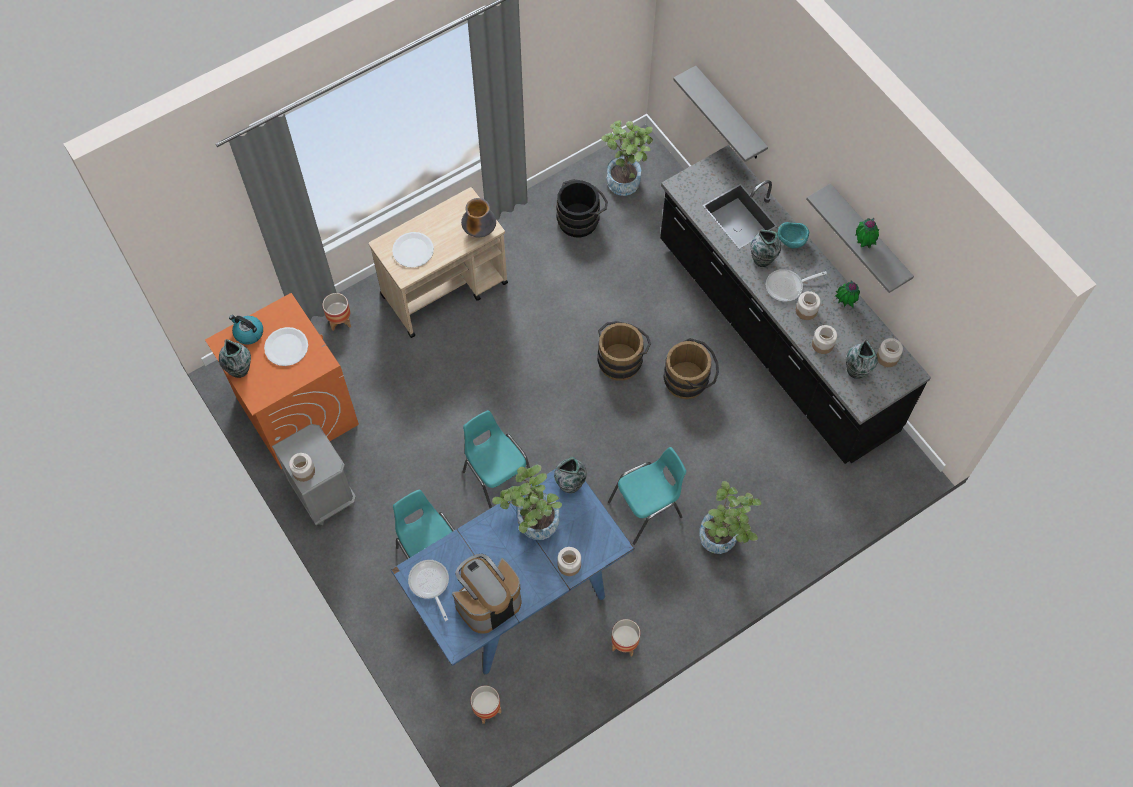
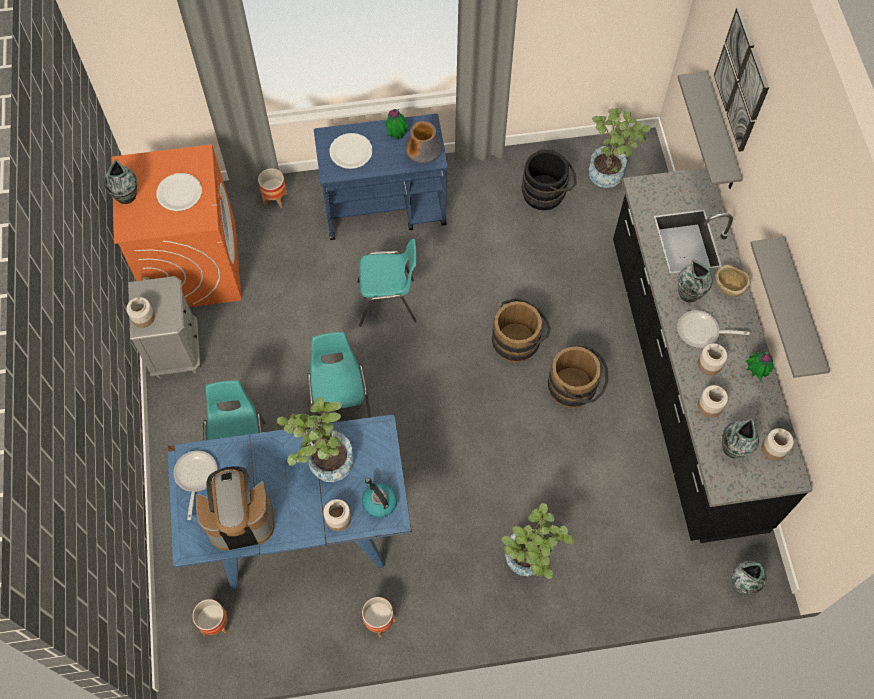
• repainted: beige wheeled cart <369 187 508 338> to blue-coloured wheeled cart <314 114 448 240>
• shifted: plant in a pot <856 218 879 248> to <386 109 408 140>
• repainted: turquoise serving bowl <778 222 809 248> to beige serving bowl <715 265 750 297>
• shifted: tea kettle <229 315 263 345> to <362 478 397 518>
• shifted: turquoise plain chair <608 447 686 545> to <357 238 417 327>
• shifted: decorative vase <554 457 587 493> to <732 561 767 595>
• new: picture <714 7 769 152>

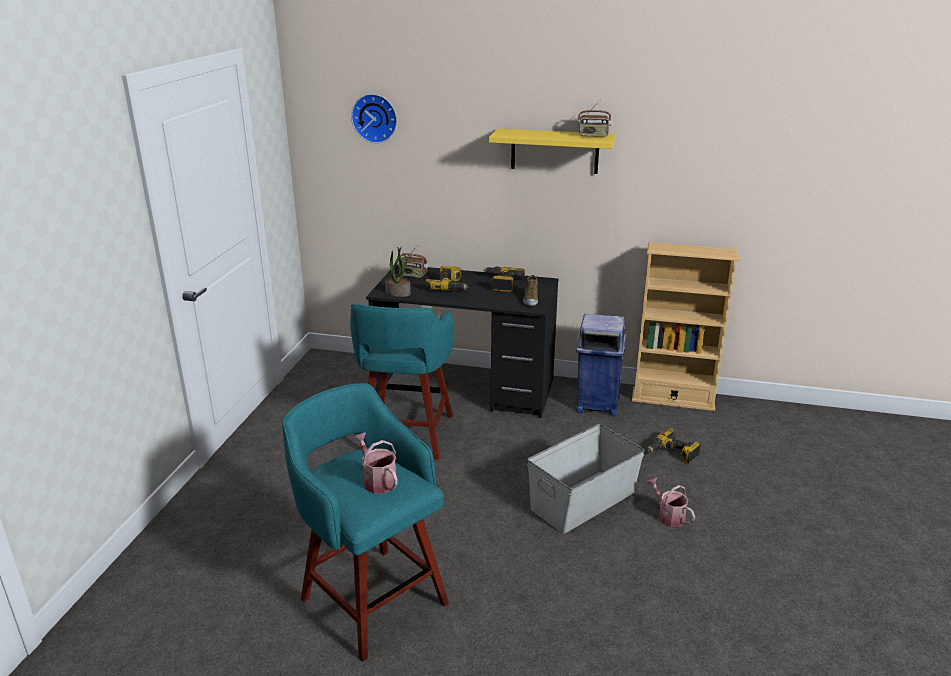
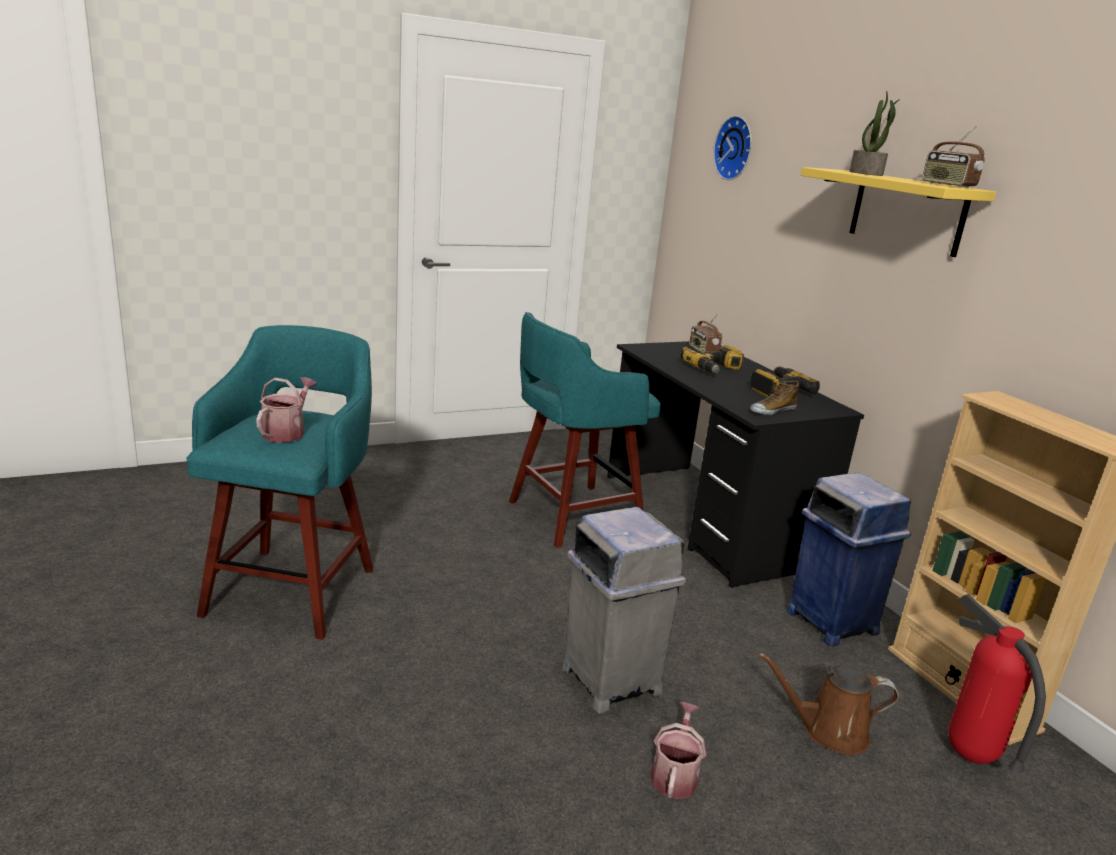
• shifted: plant in a pot <385 246 411 297> to <849 90 900 176>
• swapped: grey storage box <527 424 645 534> to grey waste bin <562 507 686 713>
• swapped: drill <647 428 701 464> to brownish sprinkling can <759 653 899 755>
• new: extinguisher <948 594 1046 773>

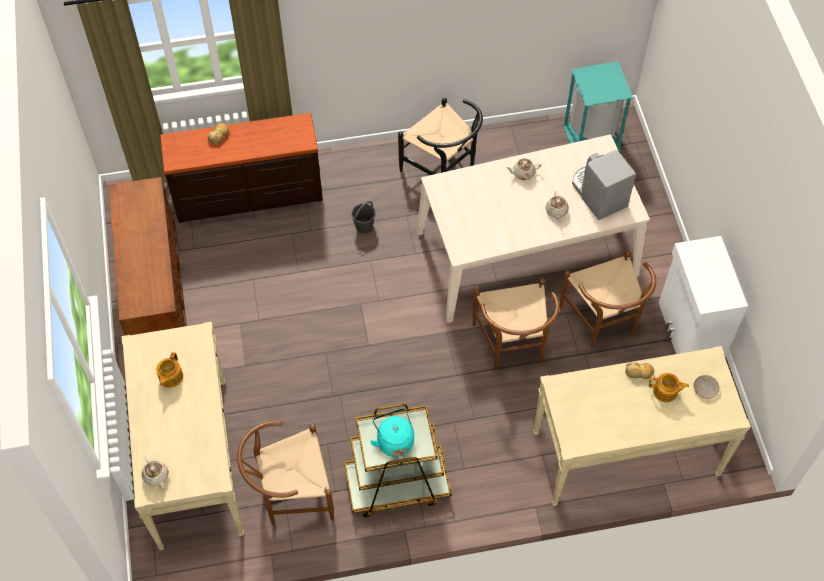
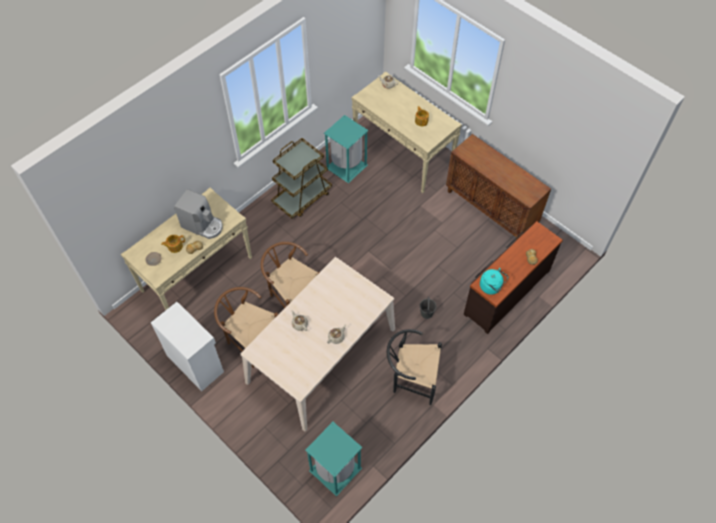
• shifted: coffee maker <572 151 636 220> to <174 189 223 239>
• shifted: turquoise tea kettle <370 408 414 457> to <480 268 508 295>
• swapped: brownish plain chair <237 421 334 525> to turquoise waste bin <324 115 369 183>

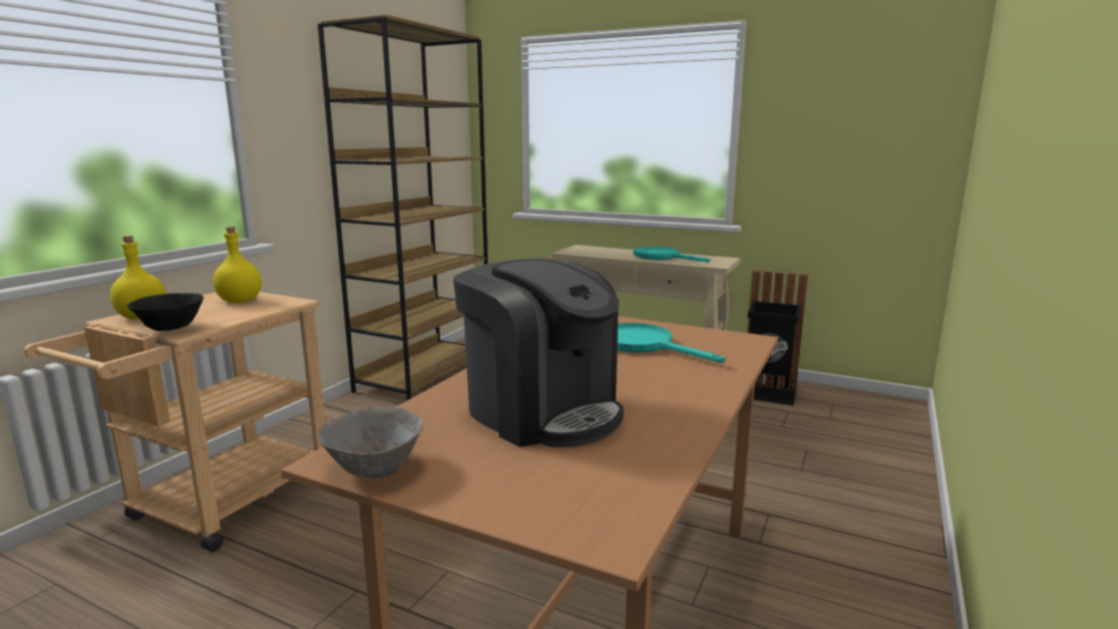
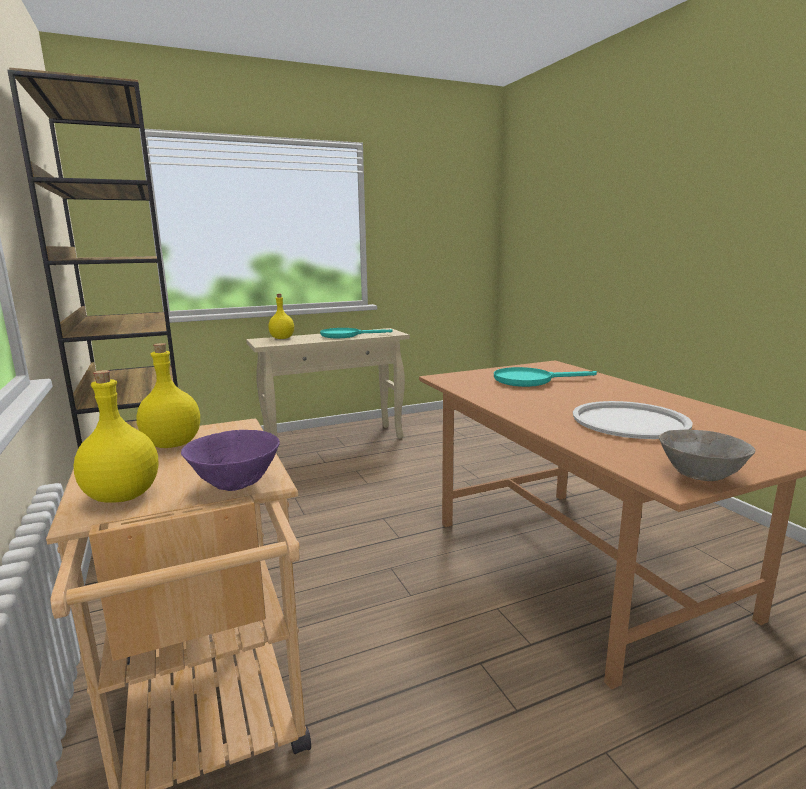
• swapped: coffee maker <453 258 624 447> to whitish serving tray <573 401 693 439>
• gone: blackish waste bin <747 270 808 406>
• repainted: blackish serving bowl <127 293 204 331> to purplish serving bowl <181 430 280 491>
• new: yellow-coloured beverage bottle <268 294 294 339>

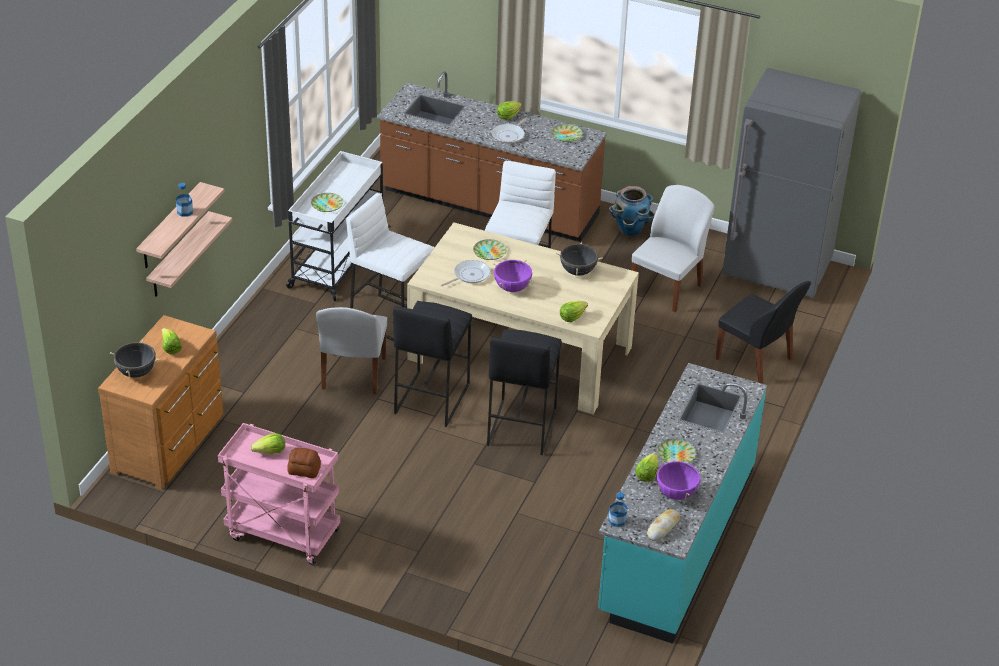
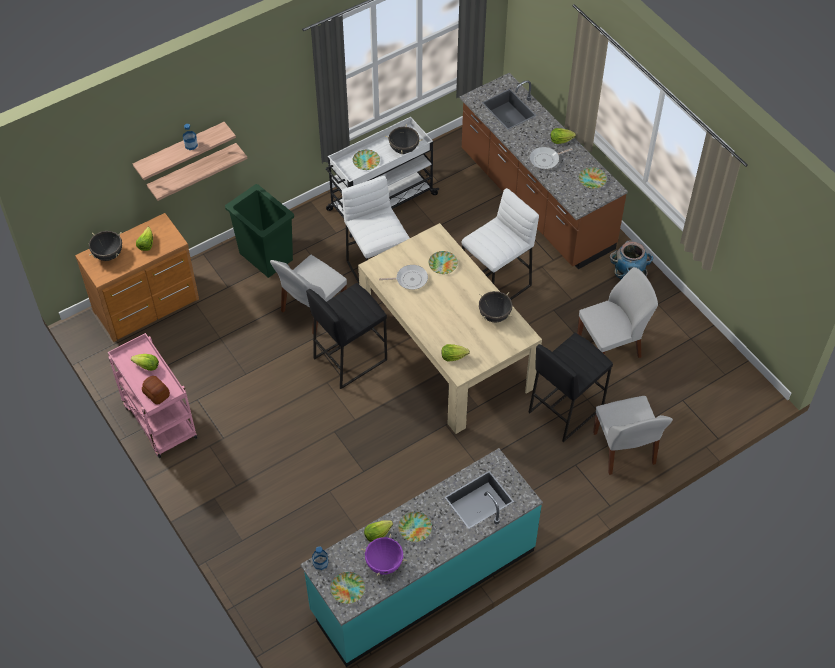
• gone: grey kitchen fridge <722 68 861 298>
• gone: purplish saucepot <493 260 533 292>
• repainted: blackish plain chair <716 281 811 383> to whitish plain chair <593 396 673 475>
• shifted: blackish stool <487 329 562 455> to <528 332 613 442>
• swapped: bakery bread <647 509 680 541> to plate <330 572 365 604>
• new: blackish saucepot <385 124 423 154>
• new: green waste bin <225 184 294 278>

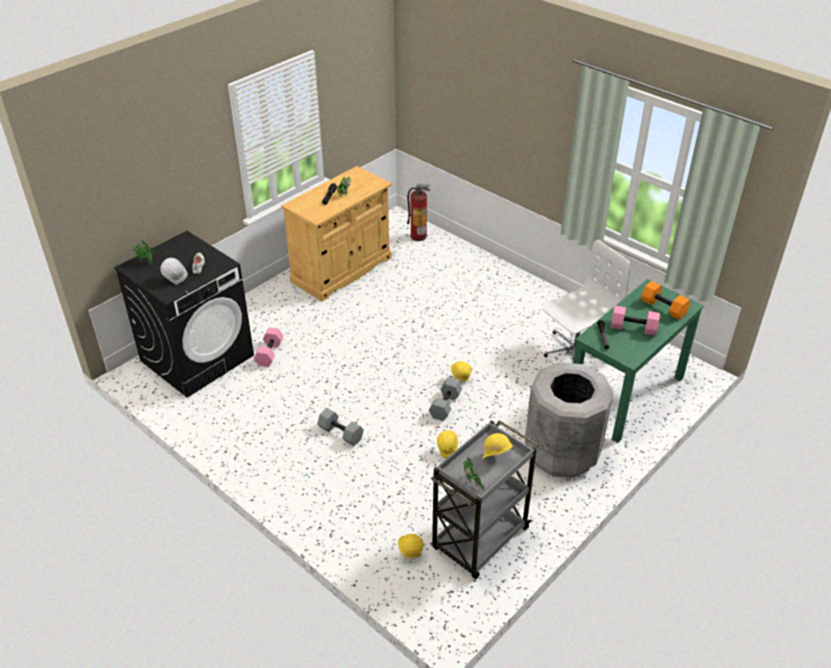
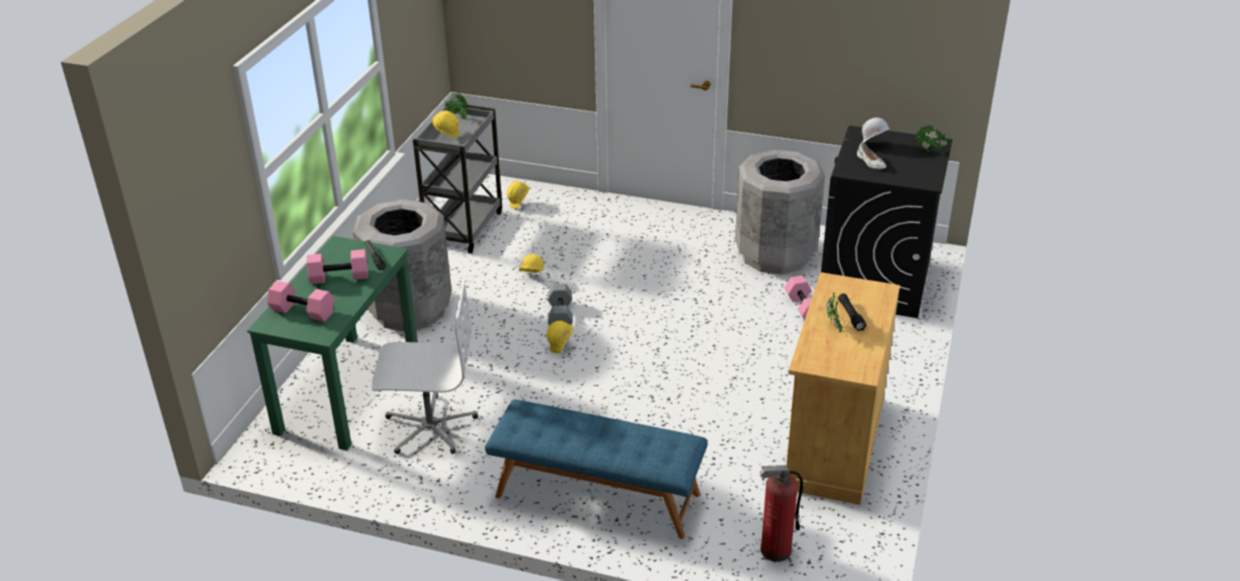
• rotated: whitish office chair <542 240 630 357> = <371 279 478 454> 120 degrees counterclockwise
• repainted: orangey hand weight <641 281 690 320> to pink hand weight <267 281 334 322>
• gone: grey hand weight <317 408 364 446>
• new: grey waste bin <735 150 825 275>
• new: blue-coloured bench <485 400 708 539>

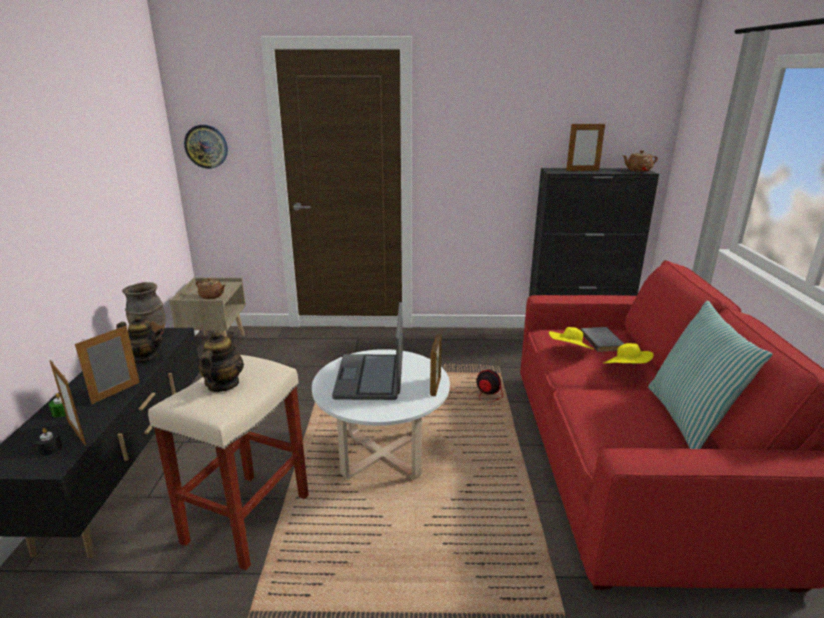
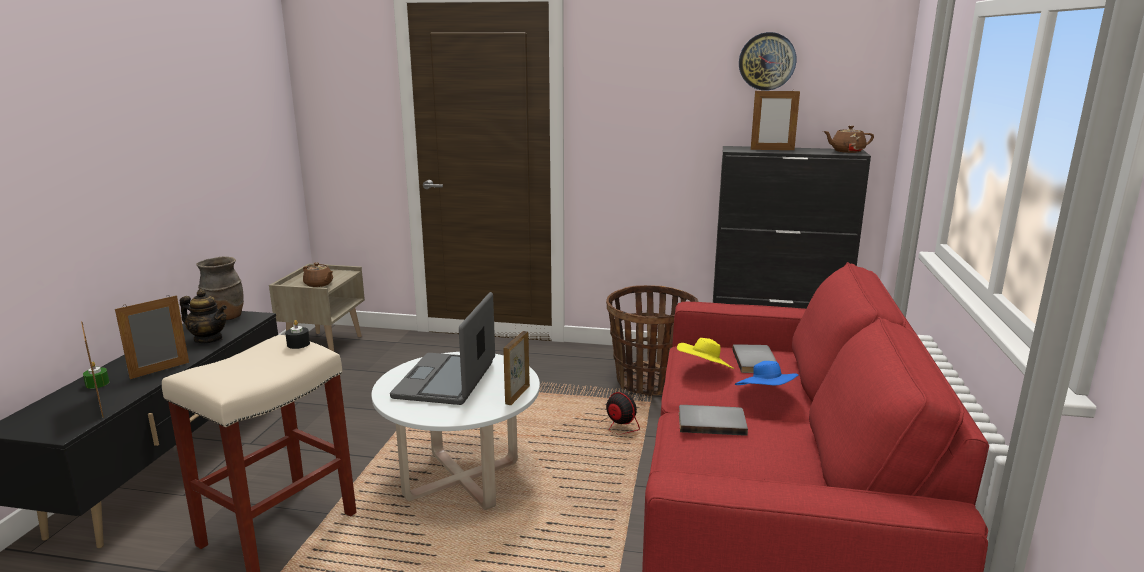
• shifted: hanging clock <184 125 228 169> to <739 32 796 91>
• gone: cushion <648 301 772 449>
• gone: teapot <198 330 244 392>
• repainted: yellow-coloured clothing hat <604 343 654 364> to blue-coloured clothing hat <735 361 798 385>
• shifted: blackish wax candle <35 428 62 455> to <285 320 310 349>
• new: storage basket <606 285 699 396>
• new: grey book <679 405 748 436>

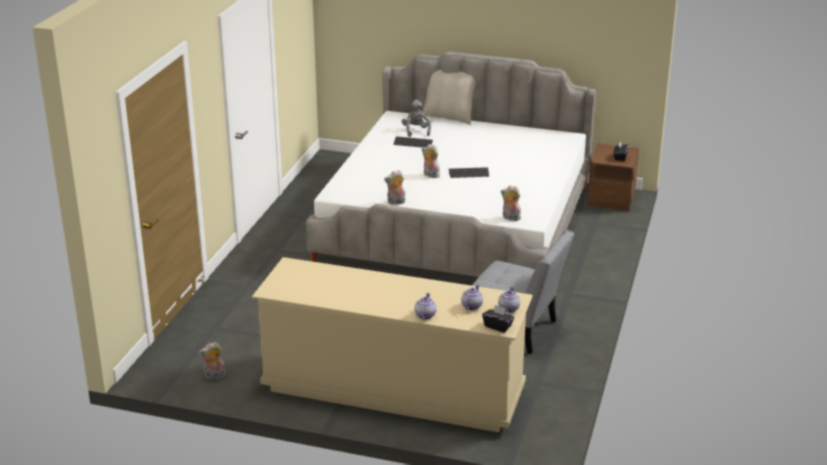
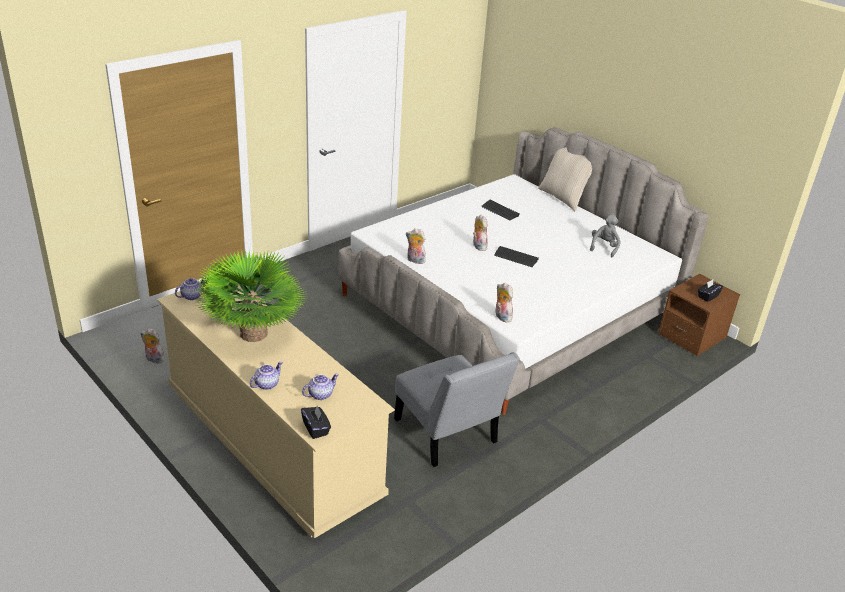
• shifted: grey plush toy <402 100 431 137> to <590 214 621 257>
• shifted: teapot <498 287 520 313> to <175 277 206 300>
• new: plant in a pot <196 250 306 342>

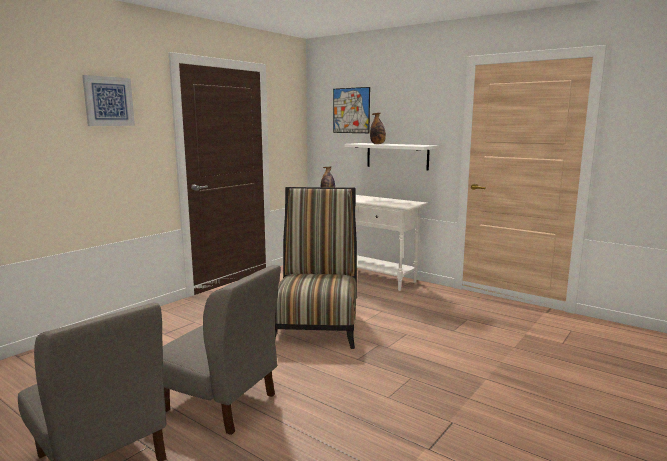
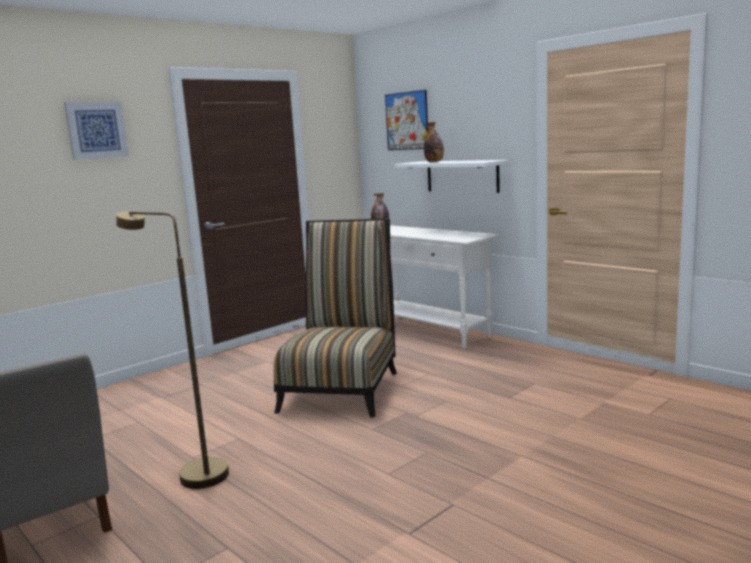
• swapped: grey plain chair <163 265 281 435> to brownish standard lamp <116 211 229 489>

